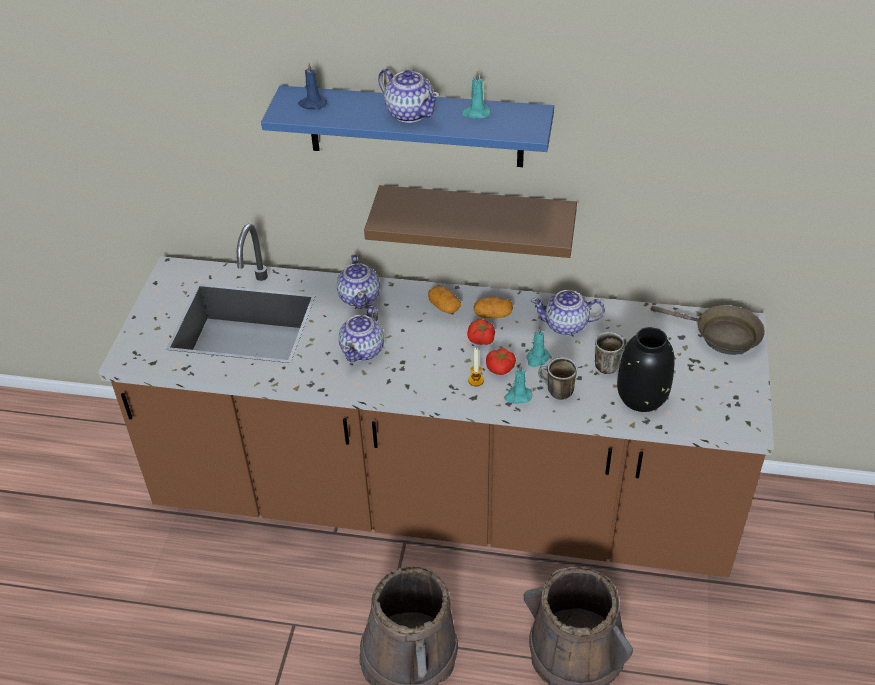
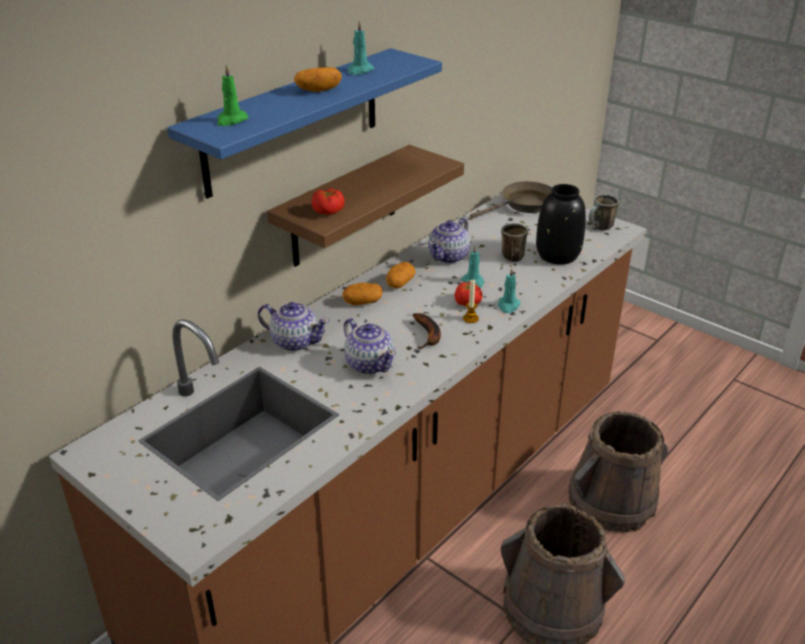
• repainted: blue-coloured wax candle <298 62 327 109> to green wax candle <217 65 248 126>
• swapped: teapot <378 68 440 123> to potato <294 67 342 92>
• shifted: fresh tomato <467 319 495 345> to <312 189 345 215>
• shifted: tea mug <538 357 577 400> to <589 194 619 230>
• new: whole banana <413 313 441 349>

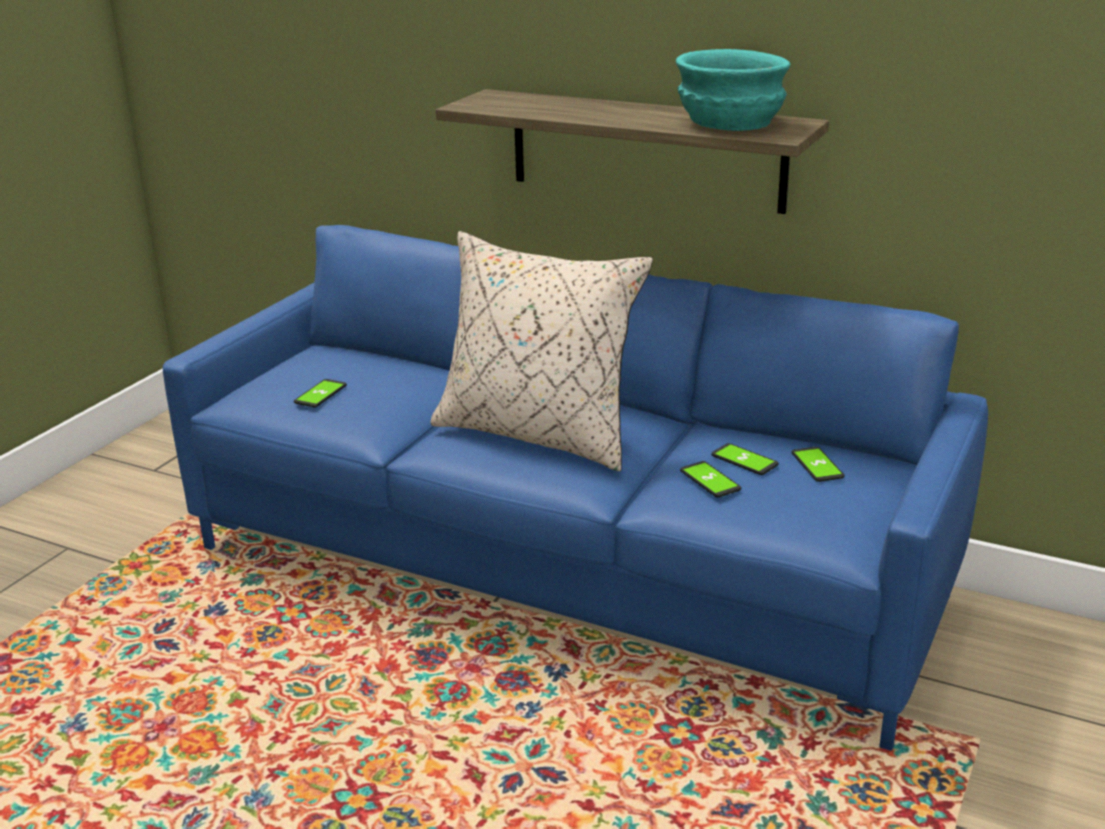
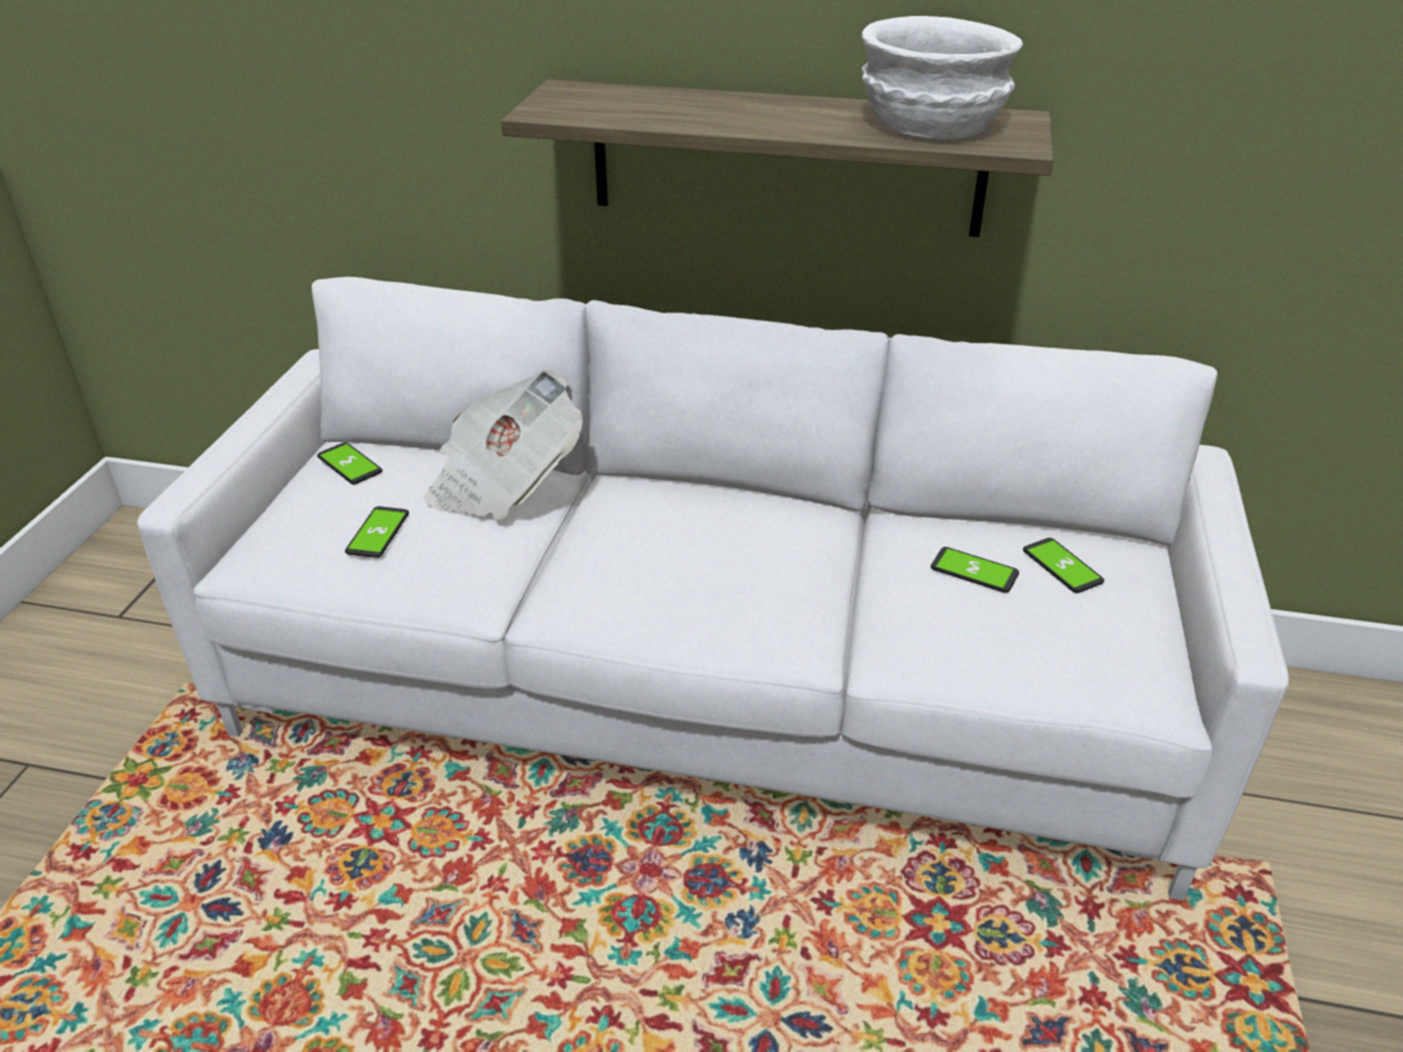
• repainted: turquoise serving bowl <676 49 791 131> to whitish serving bowl <862 16 1023 139>
• repainted: blue-coloured sofa <163 225 988 751> to whitish sofa <137 277 1289 901>
• gone: beige cushion <430 231 653 471>
• shifted: telephone <680 461 741 497> to <317 442 382 484>
• new: newspaper <424 370 583 520>

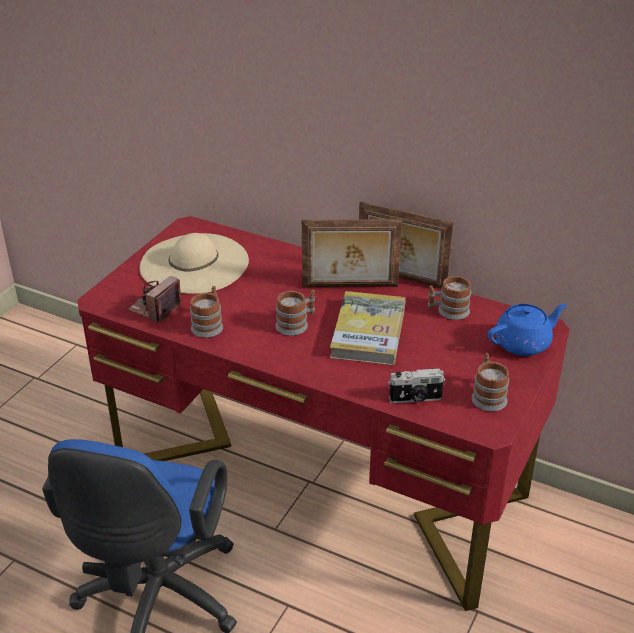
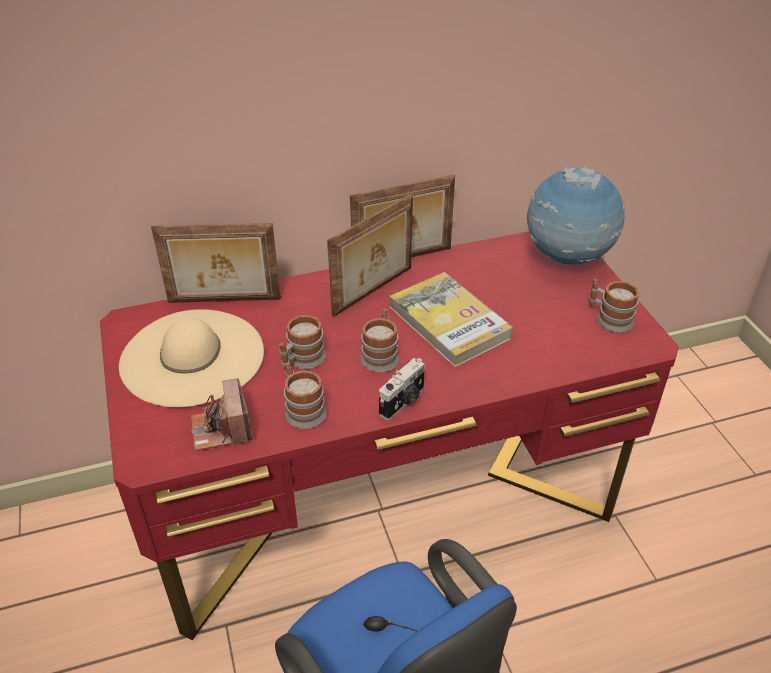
• shifted: tea mug <428 276 471 320> to <279 315 326 369>
• swapped: blue-coloured teapot <488 303 567 356> to globe <527 167 625 264>
• shifted: still camera <388 368 445 403> to <379 358 425 420>
• new: photo frame <151 223 281 303>

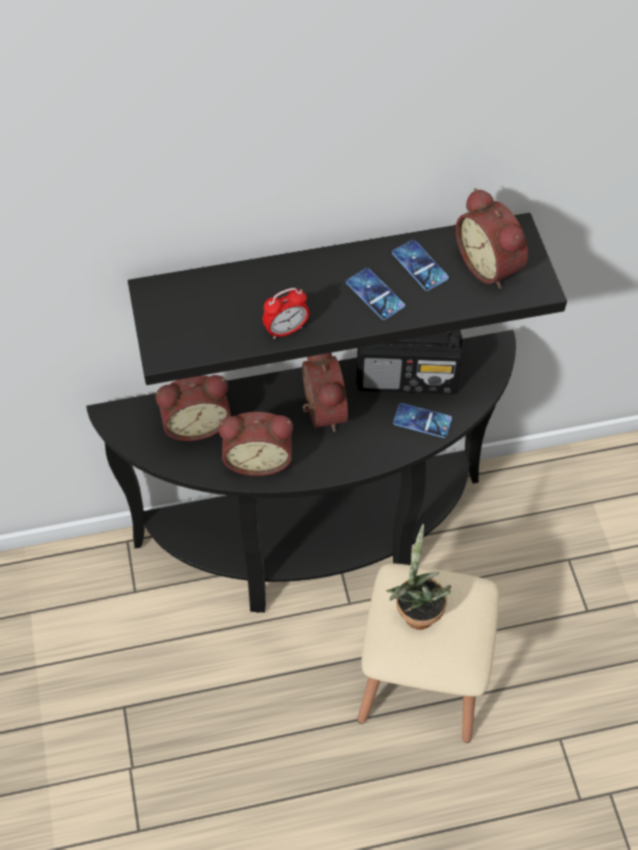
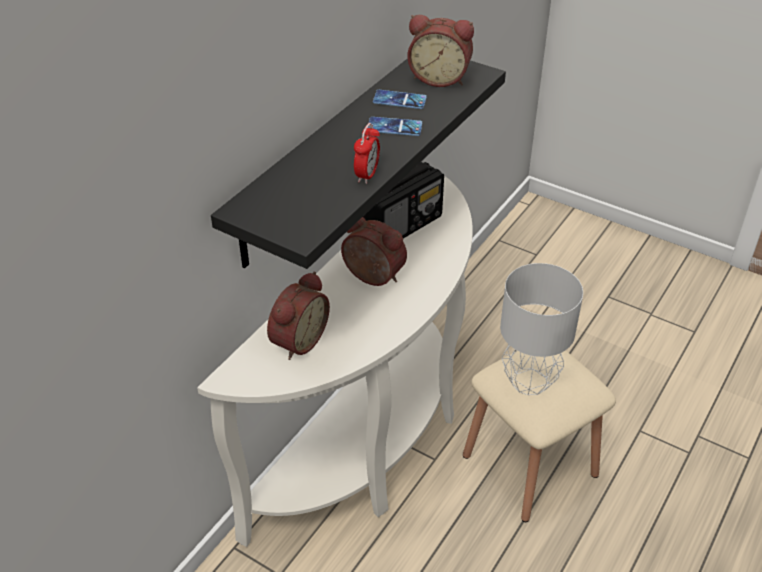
• repainted: blackish narrow table <86 330 516 613> to whitish narrow table <197 176 473 547>
• gone: telephone <393 403 452 438>
• gone: alarm clock <218 412 293 476>
• swapped: plant in a pot <386 523 451 630> to grey table lamp <500 263 583 395>

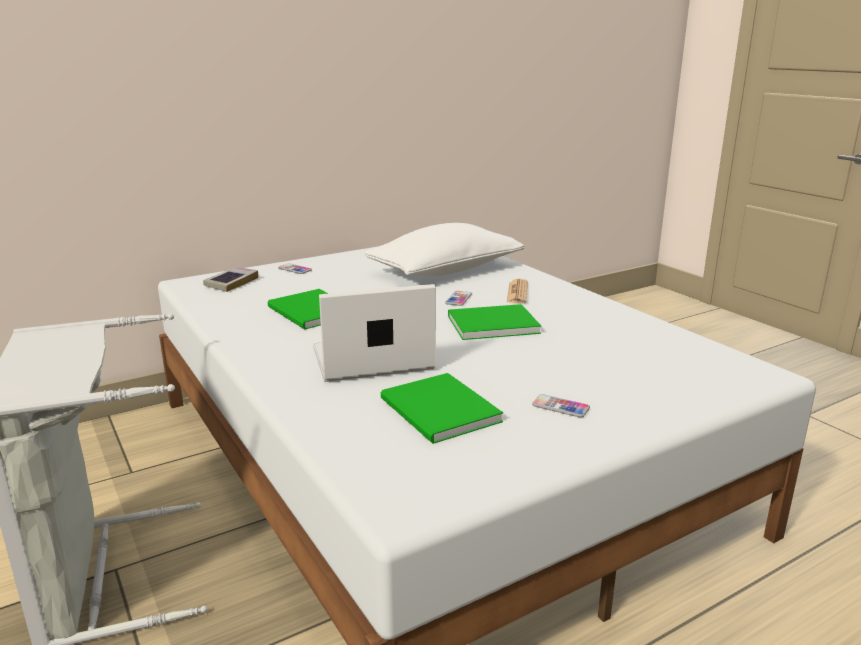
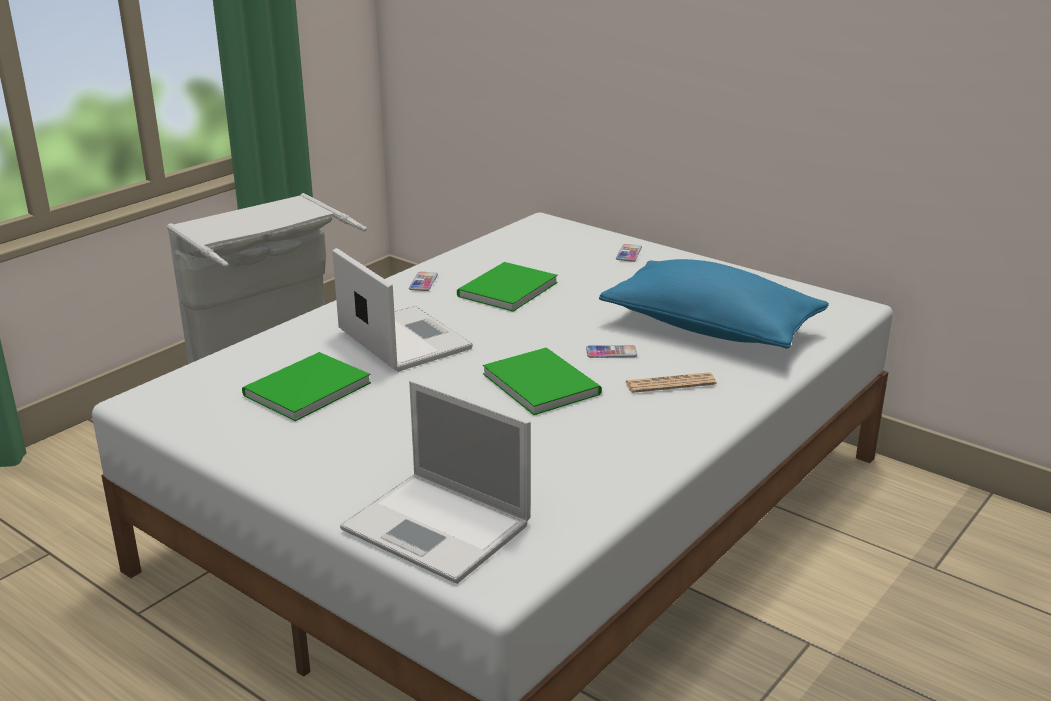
• repainted: whitish cushion <364 223 524 276> to blue-coloured cushion <599 259 829 349>
• gone: book <203 267 258 292>
• shifted: telephone <532 394 590 418> to <409 272 438 291>
• new: laptop <340 380 531 584>

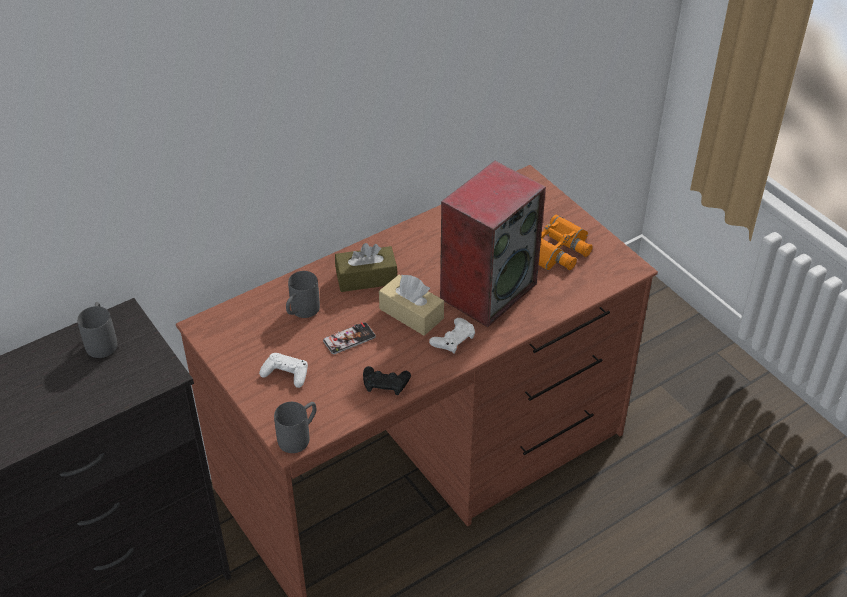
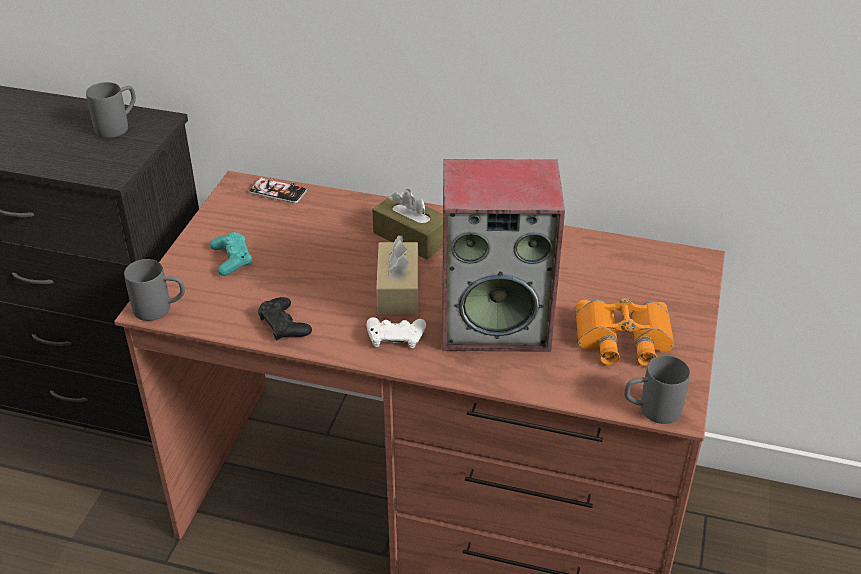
• shifted: grey tea mug <286 271 320 318> to <624 356 690 424>
• shifted: telephone <323 322 376 354> to <249 177 307 204>
• repainted: whitish joypad <259 353 308 388> to turquoise joypad <210 232 252 276>

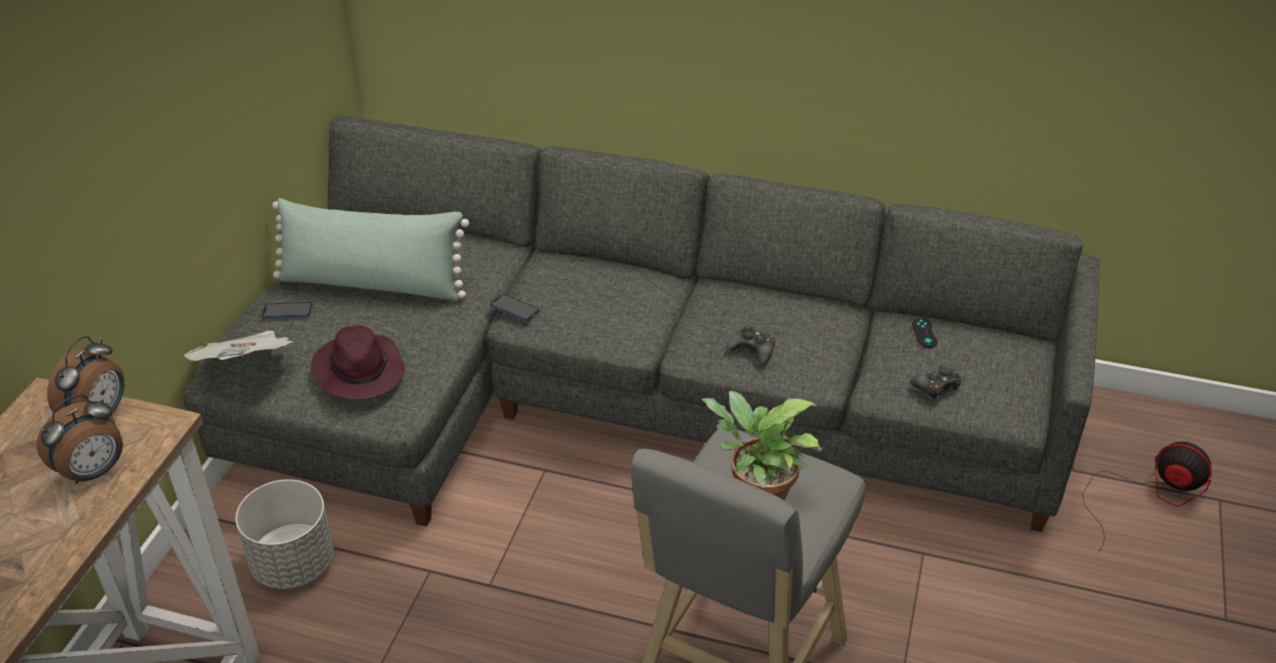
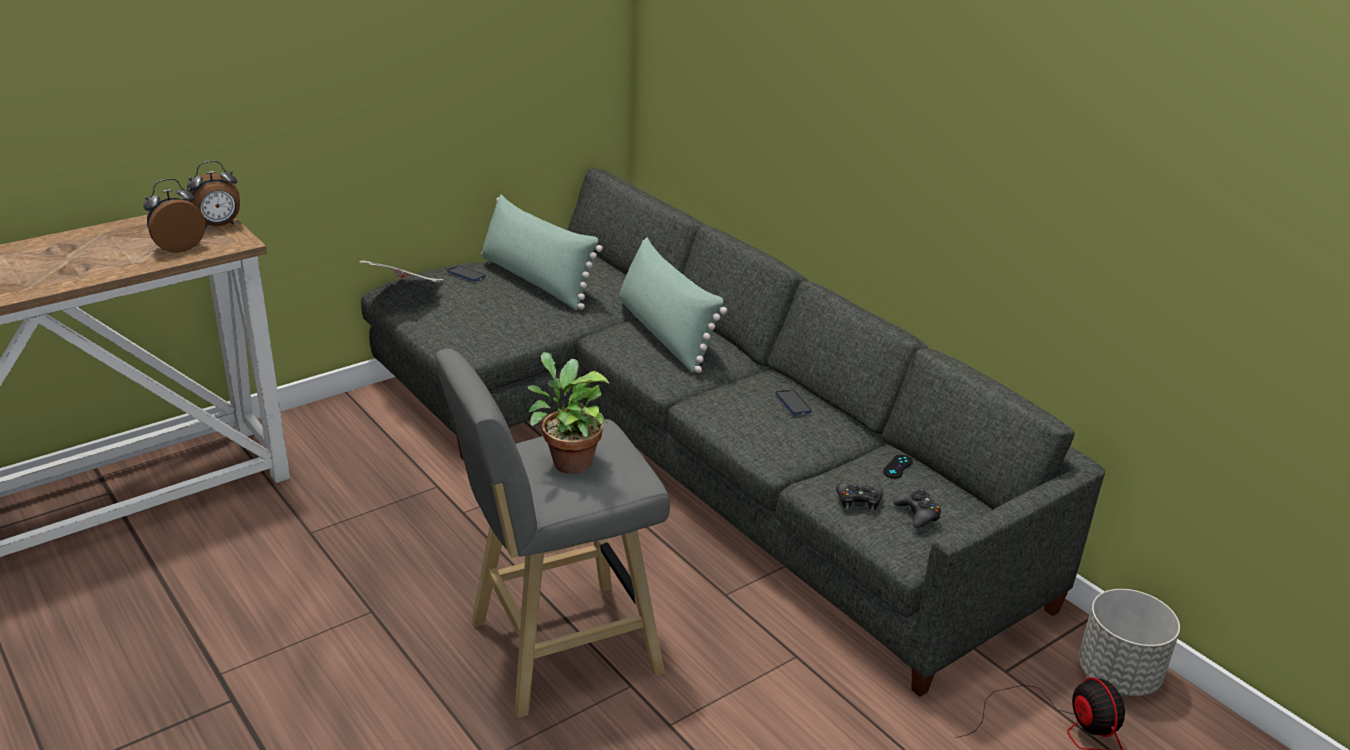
• shifted: telephone <490 294 539 321> to <775 390 812 415>
• shifted: blackish joypad <726 325 775 365> to <893 488 941 528>
• gone: purplish clothing hat <311 326 405 400>
• rotated: alarm clock <36 394 123 485> = <143 178 206 253> 150 degrees clockwise
• shifted: grey plant pot <235 479 334 589> to <1079 589 1180 696>
• new: green cushion <619 237 727 373>

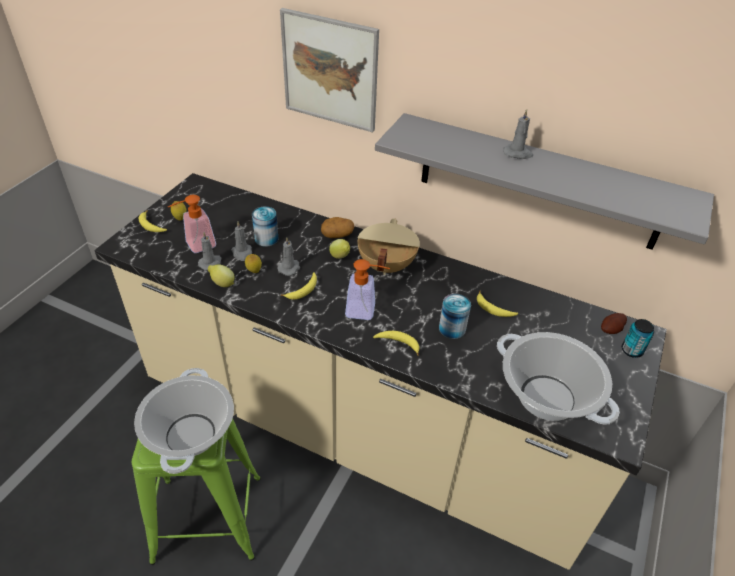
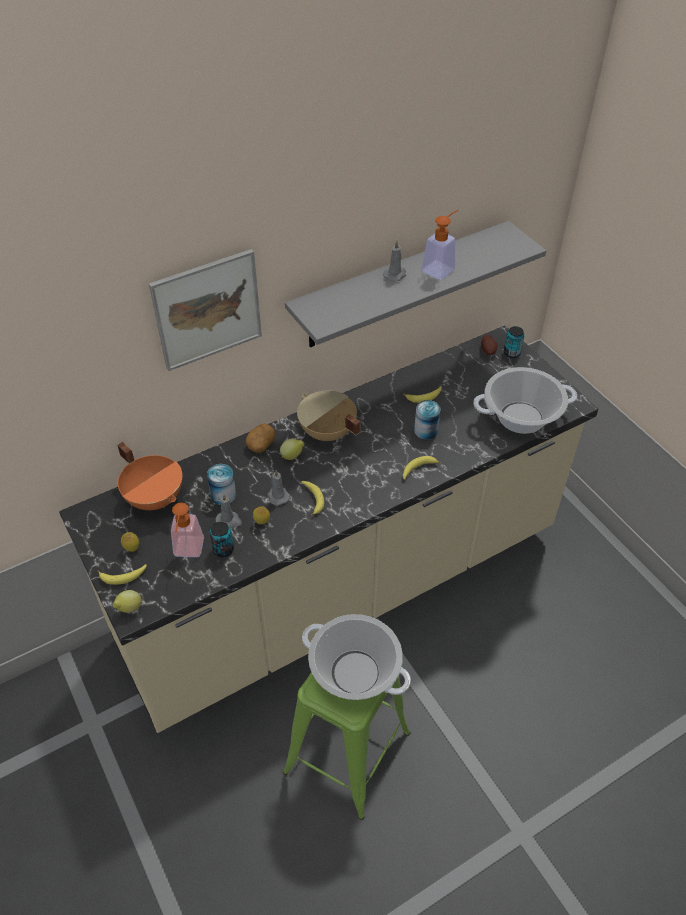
• swapped: grey wax candle <198 232 221 271> to can <210 522 234 557>
• shifted: soap dispenser <345 259 390 320> to <421 210 459 280>
• shifted: citrus fruit <208 265 235 287> to <113 590 142 613>
• new: orangey saucepot <117 442 182 510>

